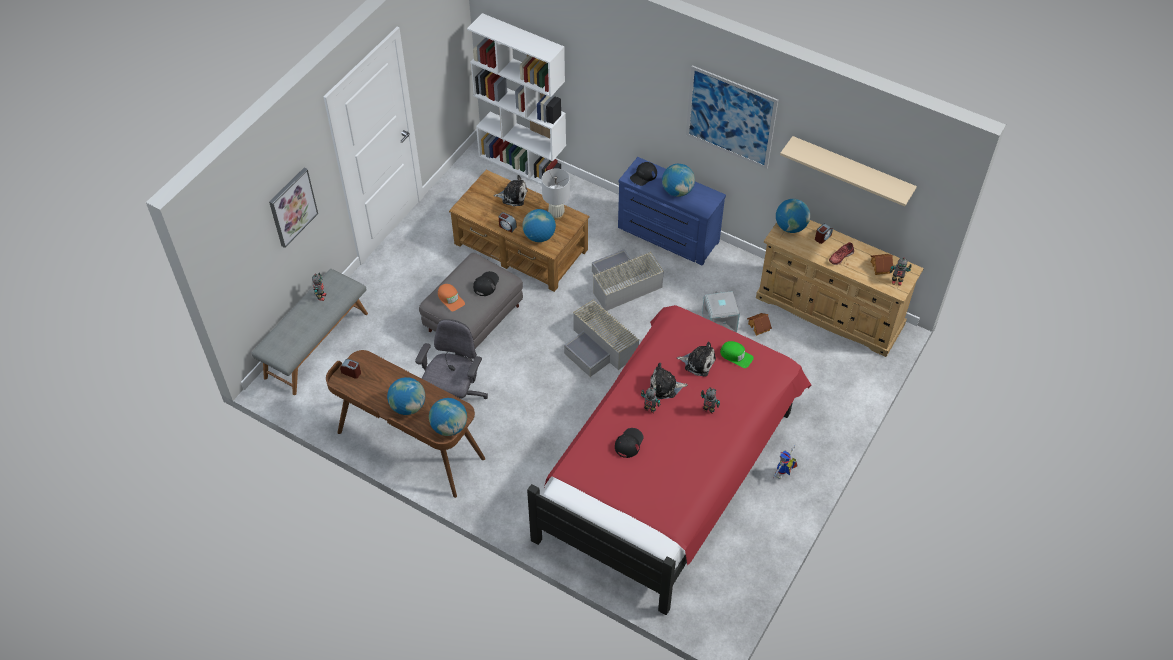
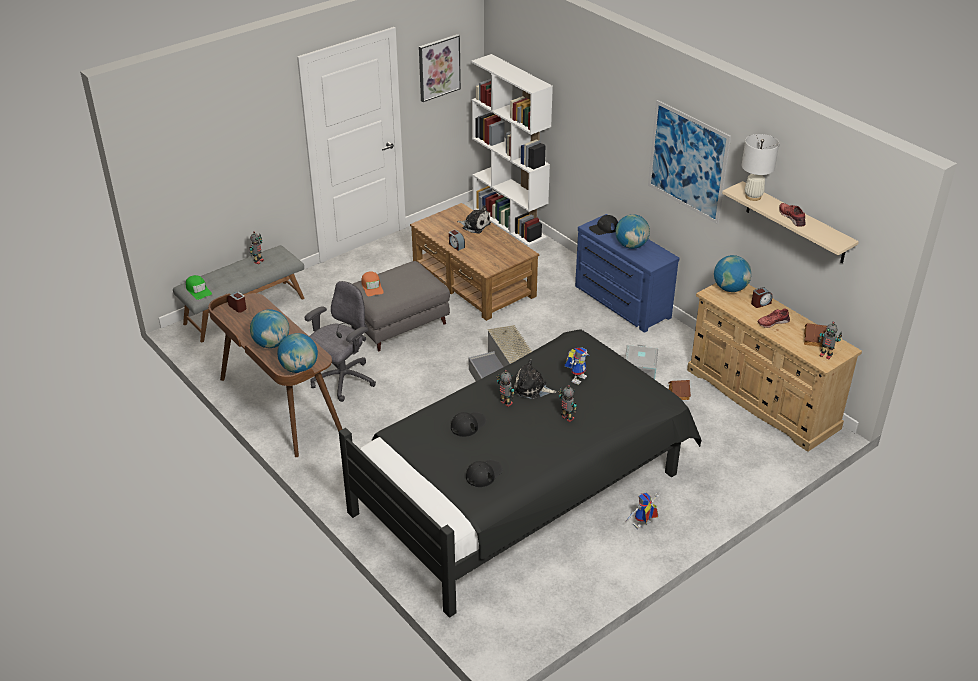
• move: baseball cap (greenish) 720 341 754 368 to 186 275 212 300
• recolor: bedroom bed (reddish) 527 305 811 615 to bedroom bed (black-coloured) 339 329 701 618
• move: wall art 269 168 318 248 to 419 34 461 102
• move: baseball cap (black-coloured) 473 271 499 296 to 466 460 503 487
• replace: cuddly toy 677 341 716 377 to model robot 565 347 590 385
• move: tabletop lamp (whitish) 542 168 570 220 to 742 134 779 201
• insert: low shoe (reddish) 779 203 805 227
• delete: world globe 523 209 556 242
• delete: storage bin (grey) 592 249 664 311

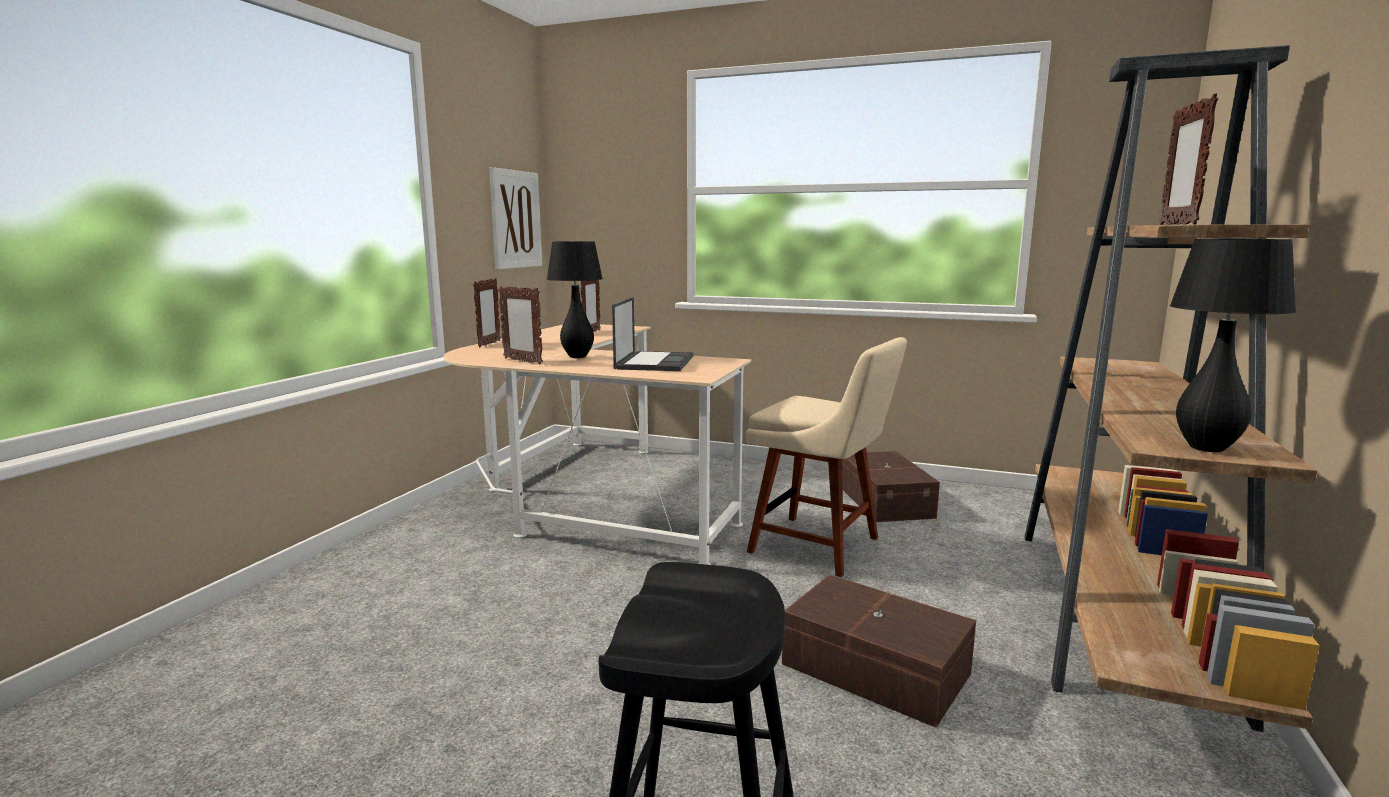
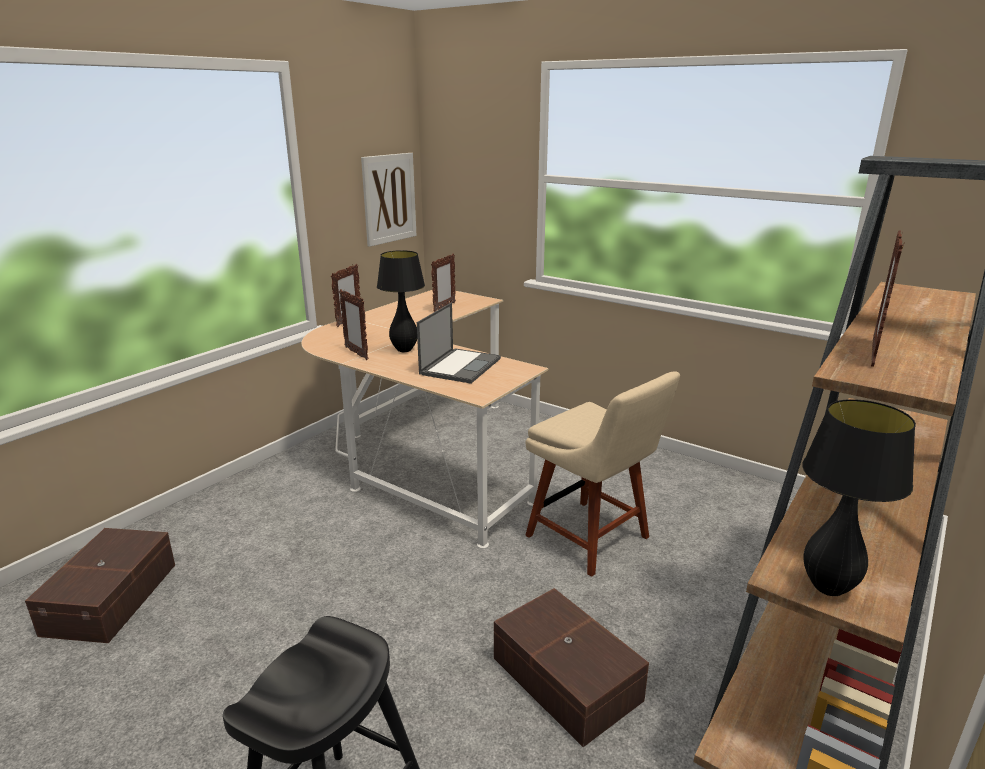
• move: storage bin (brown-coloured) 842 451 940 522 to 25 528 175 643

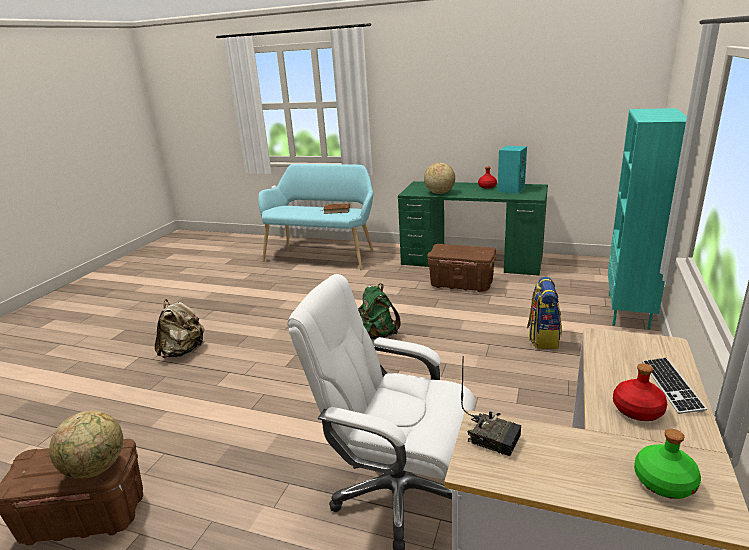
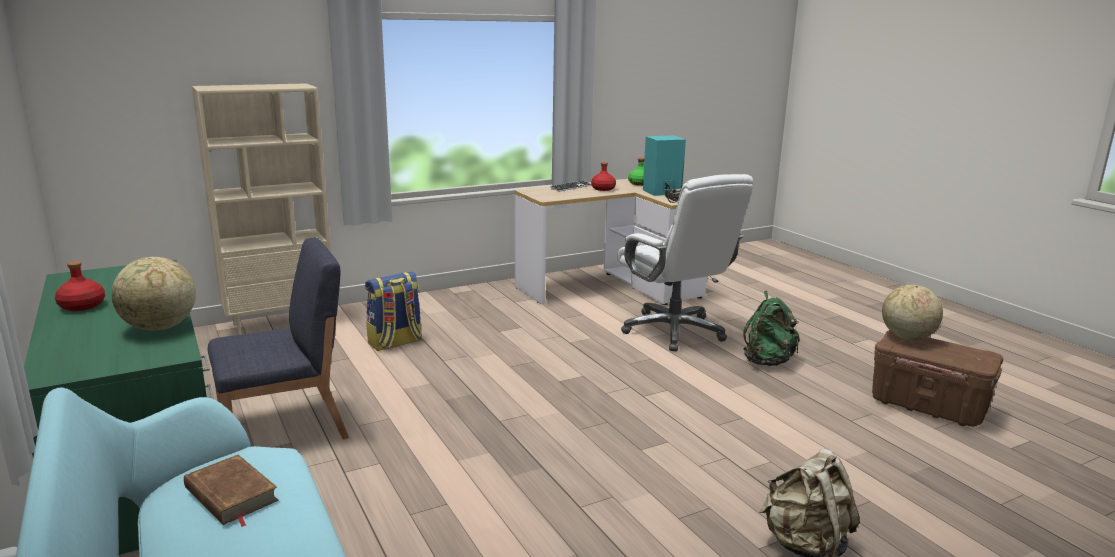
• recolor: shelving unit (turquoise) 608 108 687 330 to shelving unit (sand-coloured) 192 83 331 335
• replace: storage bin (brown-coloured) 427 244 496 292 to chair (blue-coloured) 208 237 349 439
• move: loudspeaker (turquoise) 497 146 527 194 to 643 136 686 196
• move: backpack (greenish) 358 284 401 340 to 743 291 800 366

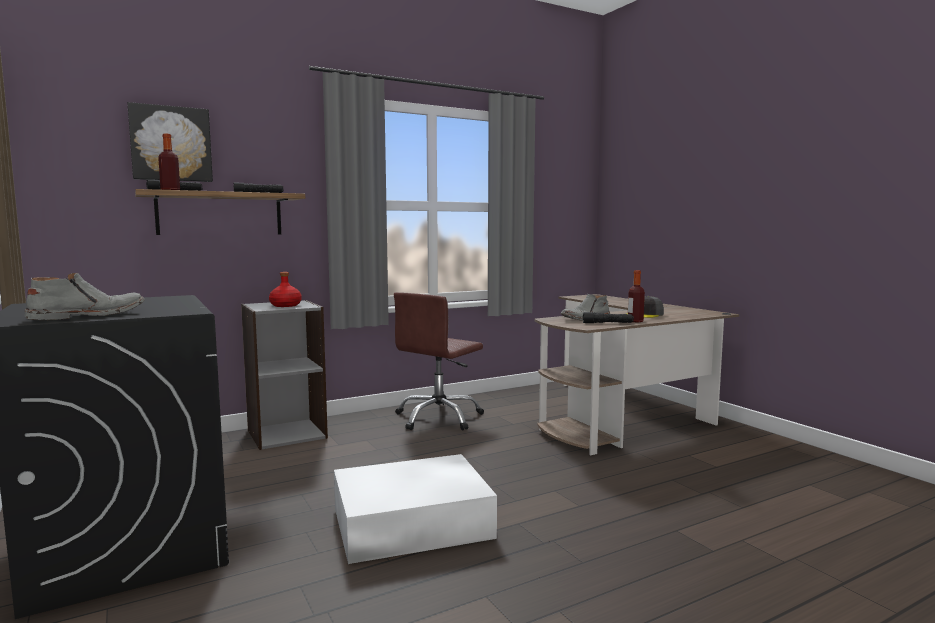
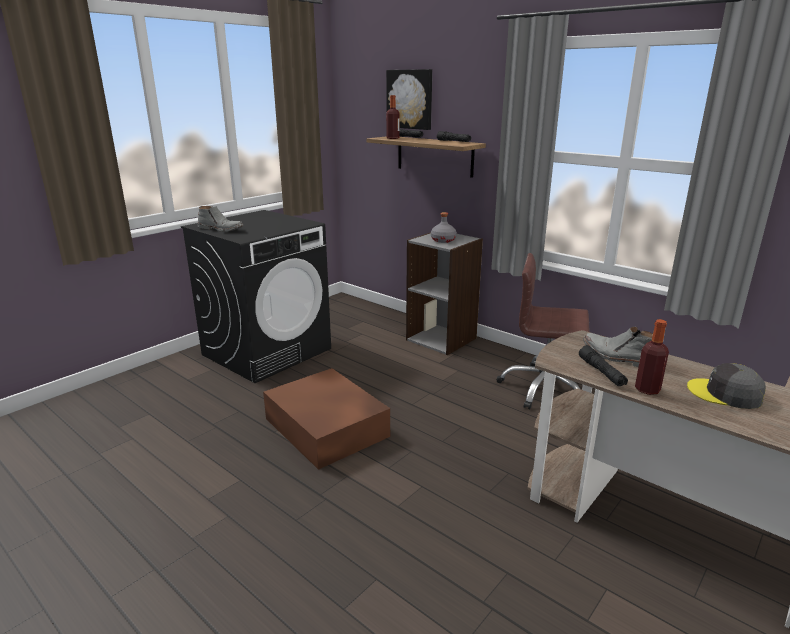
• recolor: storage bin (whitish) 334 454 497 564 to storage bin (brown-coloured) 263 368 390 470
• recolor: bottle (reddish) 269 272 302 307 to bottle (grey) 431 212 457 243

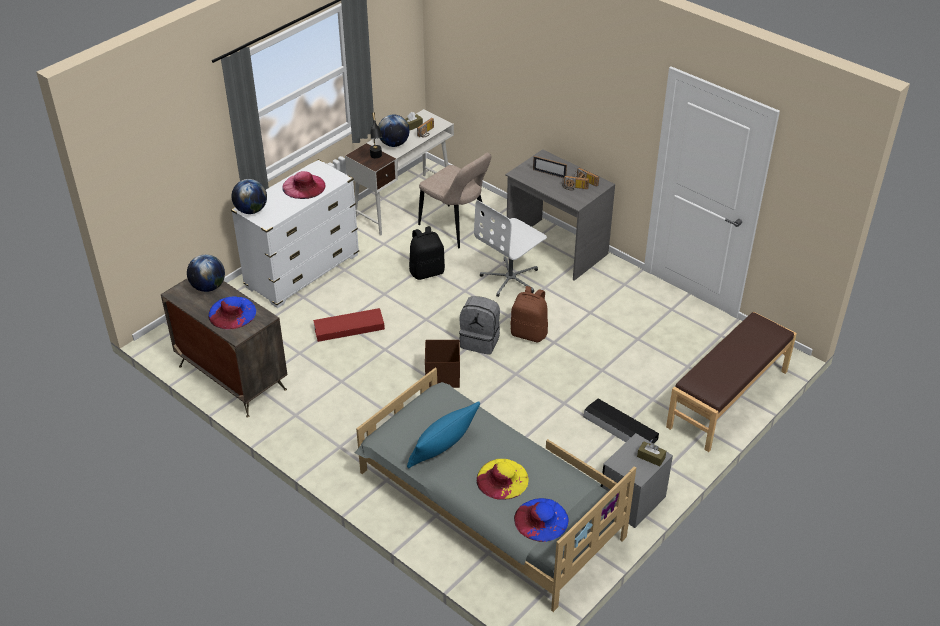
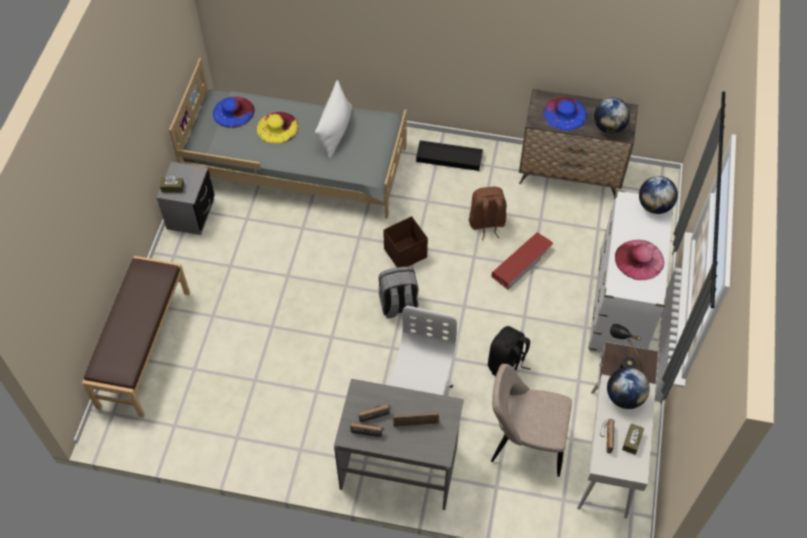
• recolor: throw pillow (blue-coloured) 407 401 480 469 to throw pillow (whitish) 315 80 352 158
• move: storage bin (black-coloured) 584 399 659 444 to 416 140 483 171
• move: backpack (brown-coloured) 510 286 548 342 to 469 187 506 240

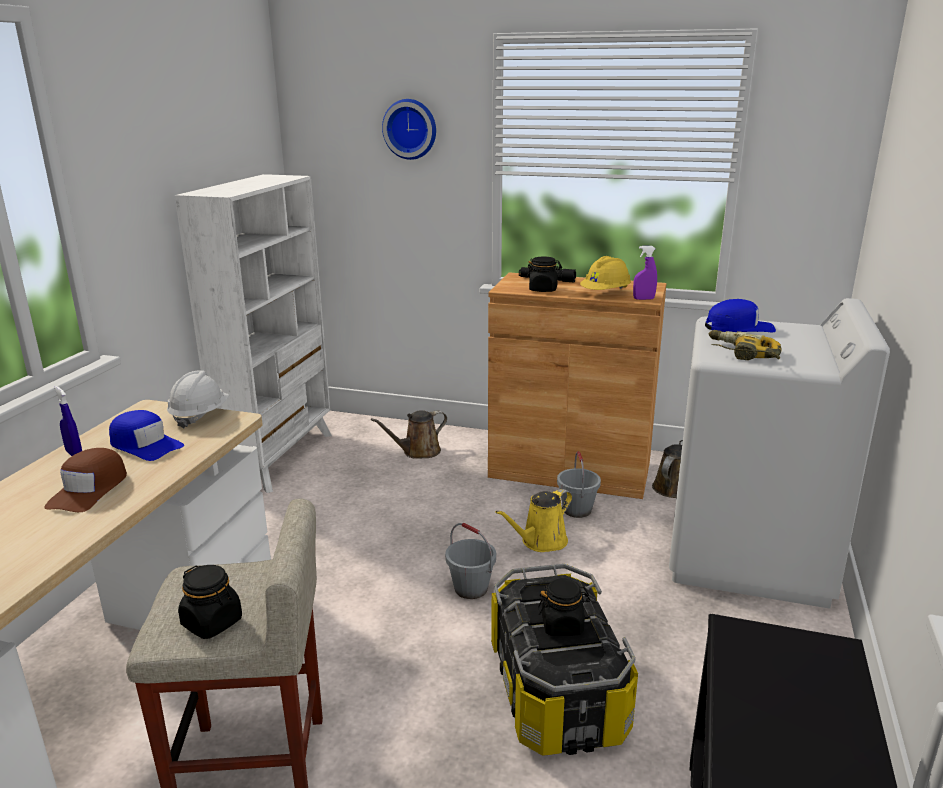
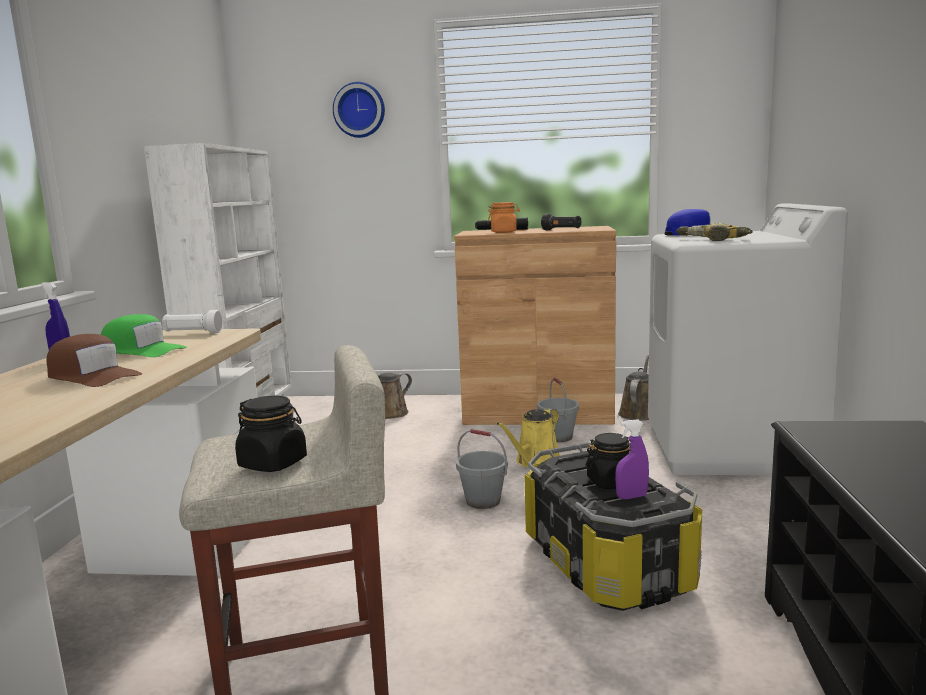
• rotate: baseball cap (brown-coloured) 44 448 127 512 = 46 334 142 387 60 degrees counterclockwise
• recolor: baseball cap (blue-coloured) 109 410 184 461 to baseball cap (greenish) 101 314 187 357
• replace: work helmet (whitish) 167 370 229 429 to hand torch (whitish) 162 310 223 333
• recolor: jar (black-coloured) 526 256 562 292 to jar (orange-coloured) 488 202 520 233
• replace: work helmet (yellow) 580 256 631 290 to hand torch (black-coloured) 541 214 581 230
• move: hand sprayer (purplish) 633 246 657 300 to 615 419 649 499

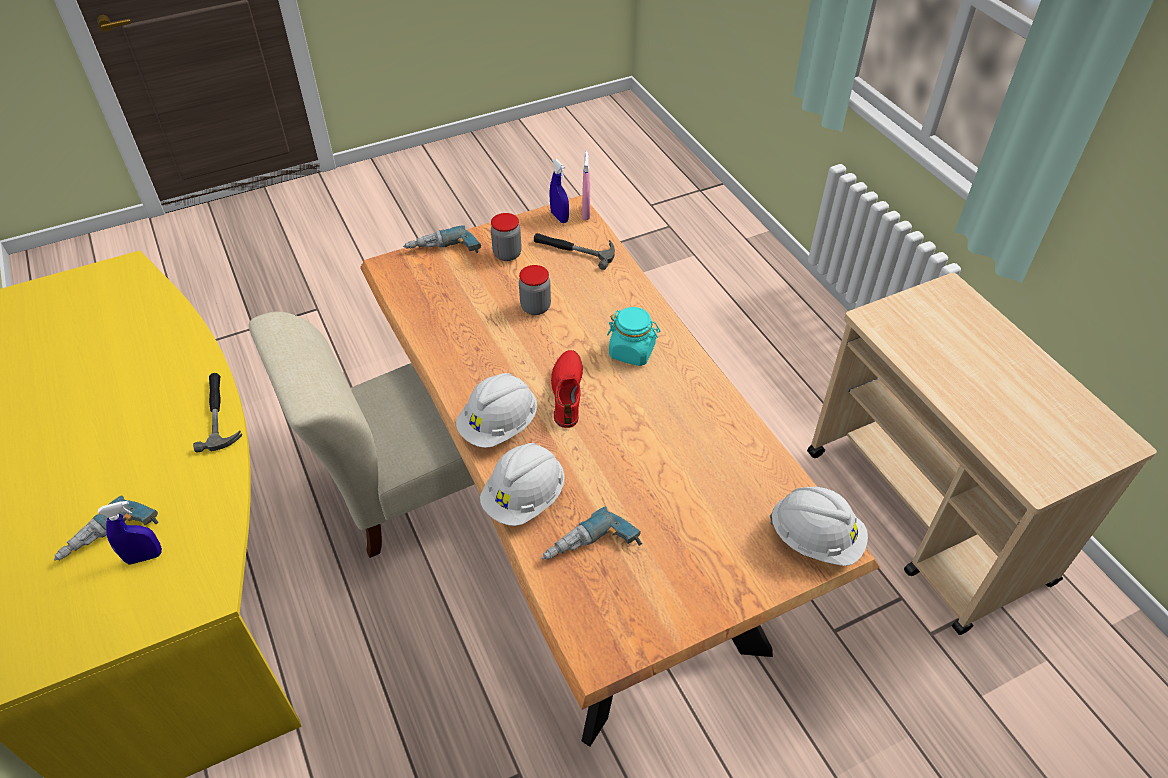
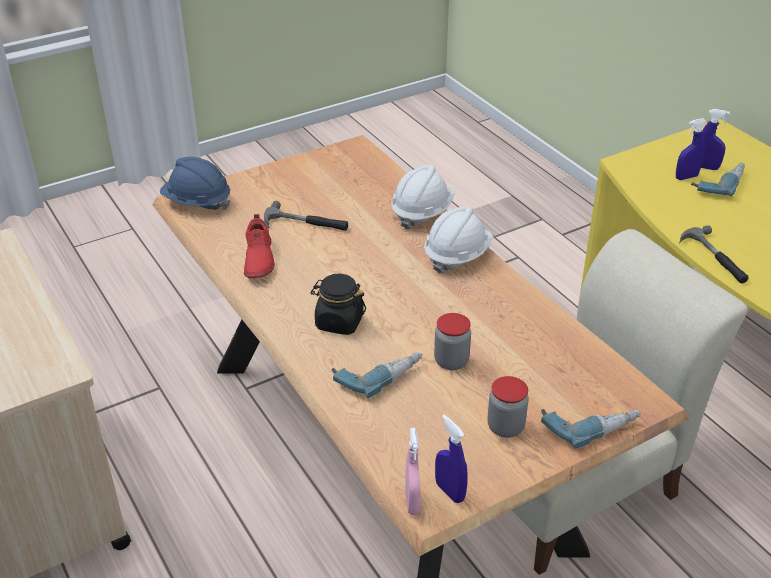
• recolor: work helmet (whitish) 770 487 868 566 to work helmet (blue-coloured) 160 157 230 210
• move: low shoe (reddish) 551 350 583 428 to 244 214 274 278
• move: hand hammer 534 233 615 270 to 264 201 348 231
• recolor: jar (turquoise) 607 307 661 366 to jar (black-coloured) 310 274 366 335
• move: drill 542 506 642 560 to 331 352 423 398
• insert: hand sprayer (blue-coloured) 701 109 730 170

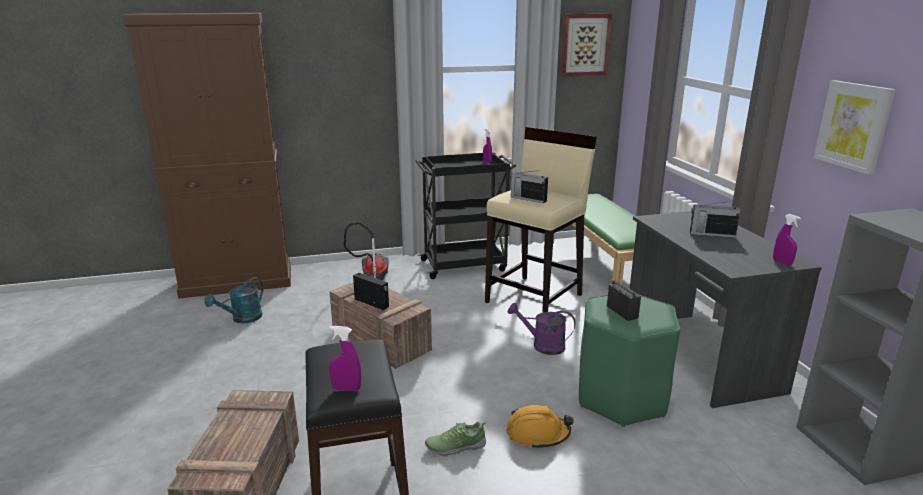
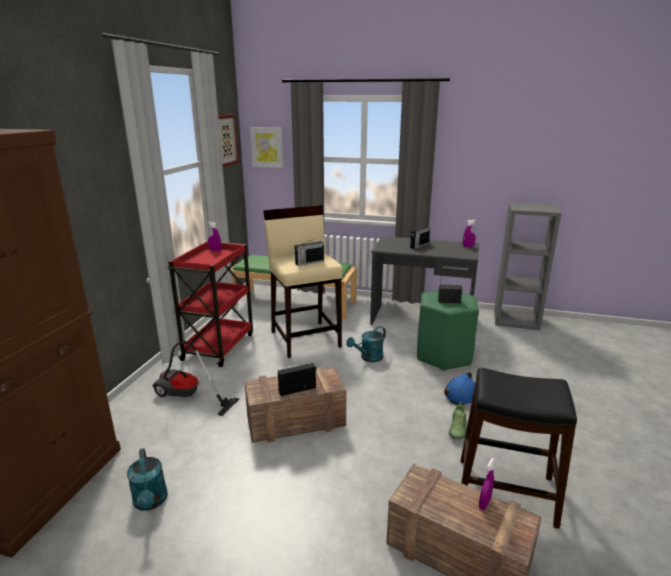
• recolor: cart (black-coloured) 415 152 516 279 to cart (reddish) 167 241 253 367
• move: wall art 814 80 896 175 to 250 127 284 168
• recolor: sprinkling can (purplish) 508 303 575 355 to sprinkling can (turquoise) 346 326 386 362
• recolor: work helmet (orange-coloured) 506 405 574 449 to work helmet (blue-coloured) 444 373 475 405
• move: hand sprayer (purplish) 329 326 361 391 to 479 458 495 510

